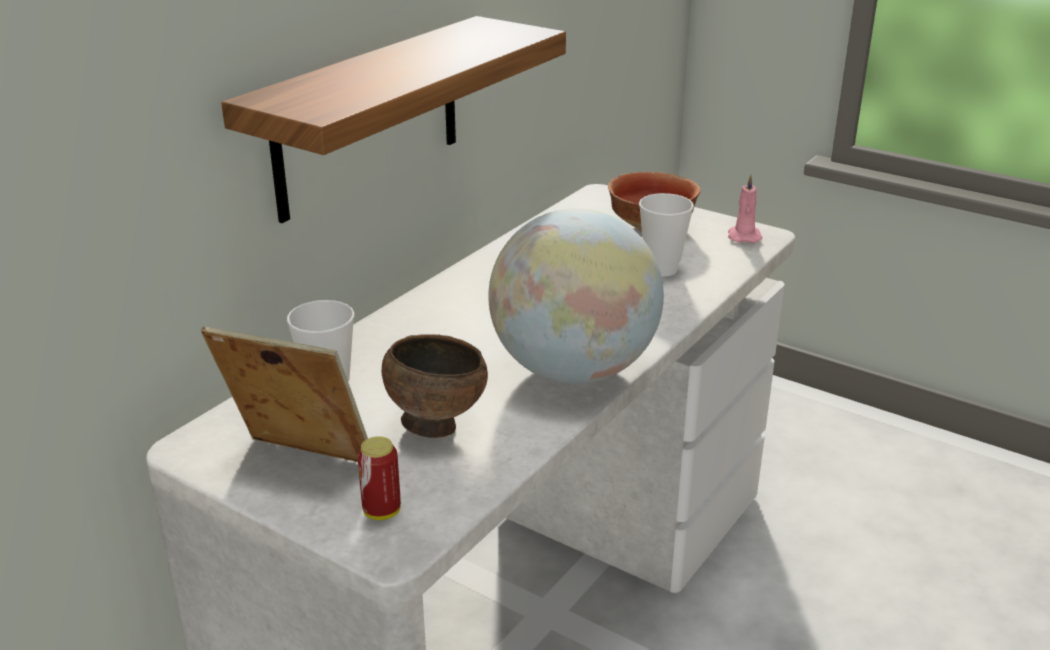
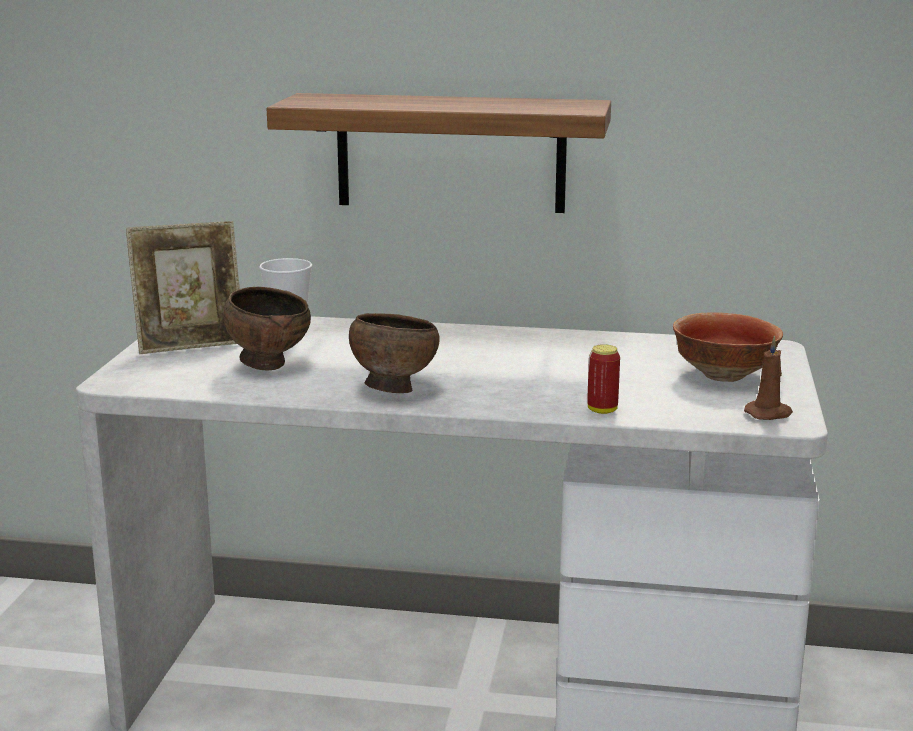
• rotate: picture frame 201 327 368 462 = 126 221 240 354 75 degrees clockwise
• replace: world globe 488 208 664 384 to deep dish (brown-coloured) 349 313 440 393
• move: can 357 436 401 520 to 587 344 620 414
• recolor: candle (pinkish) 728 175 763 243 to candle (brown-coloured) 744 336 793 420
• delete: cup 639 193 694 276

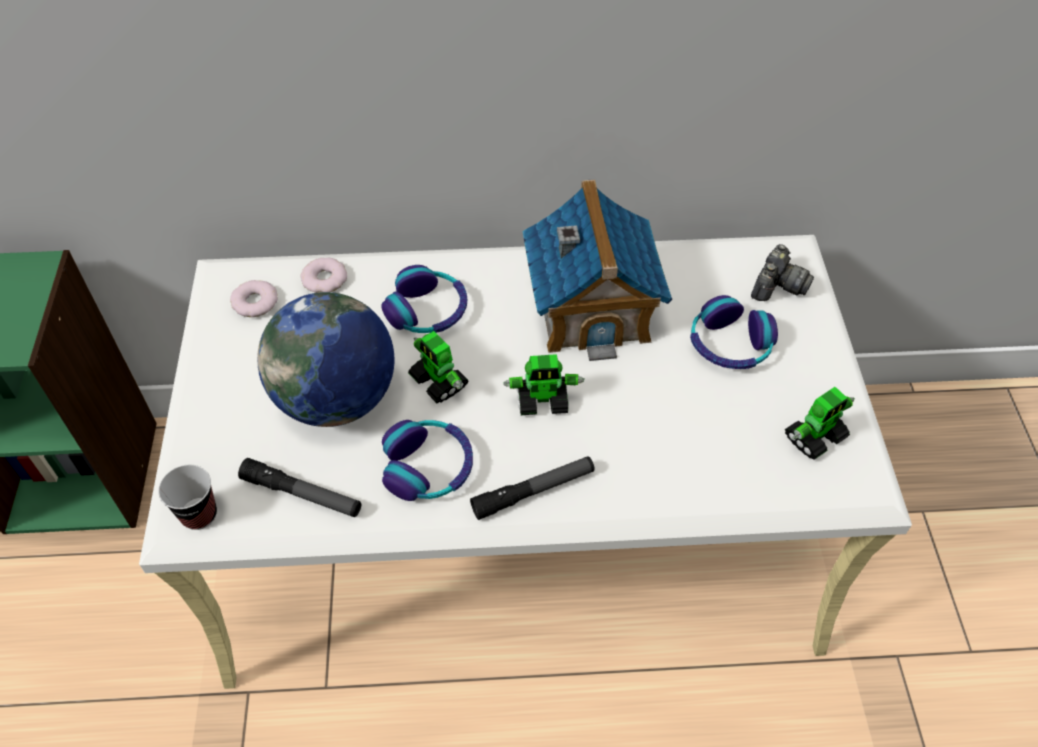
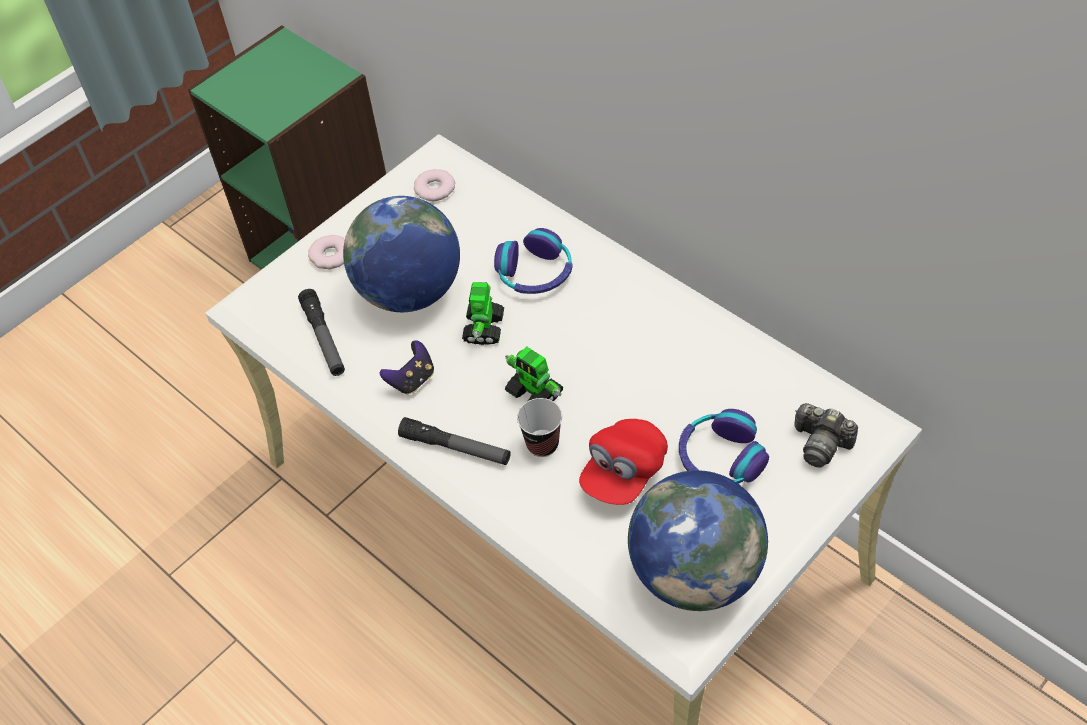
• move: doughnut 300 258 347 293 to 308 235 345 269
• replace: headset 382 420 473 501 to game controller 380 340 434 394
• move: cup 158 465 217 530 to 517 398 562 457
• insert: baseball cap (reddish) 579 419 668 505
• replace: model robot 785 387 855 460 to world globe 628 470 768 611
• rotate: still camera 751 244 814 301 = 794 403 858 467 45 degrees clockwise
• delete: toy house 523 179 672 361

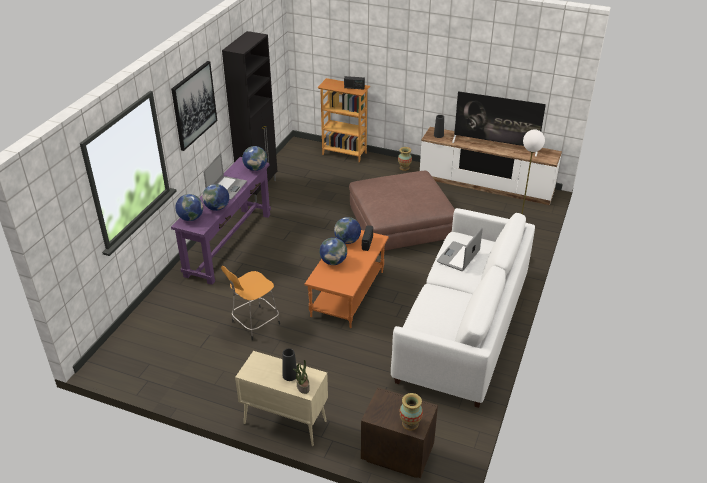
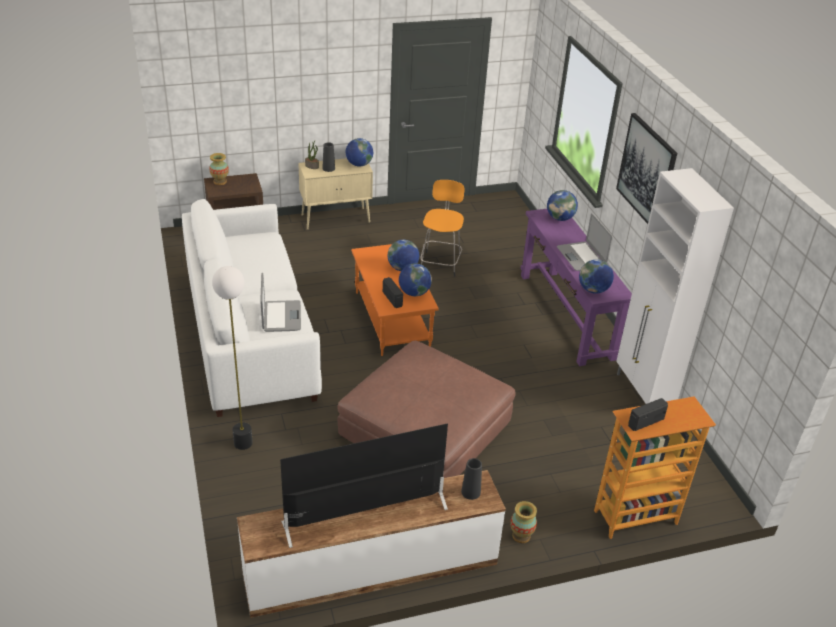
• move: world globe 202 184 229 211 to 346 138 373 166
• recolor: storage cabinet (black-coloured) 222 31 277 203 to storage cabinet (whitish) 616 168 734 404

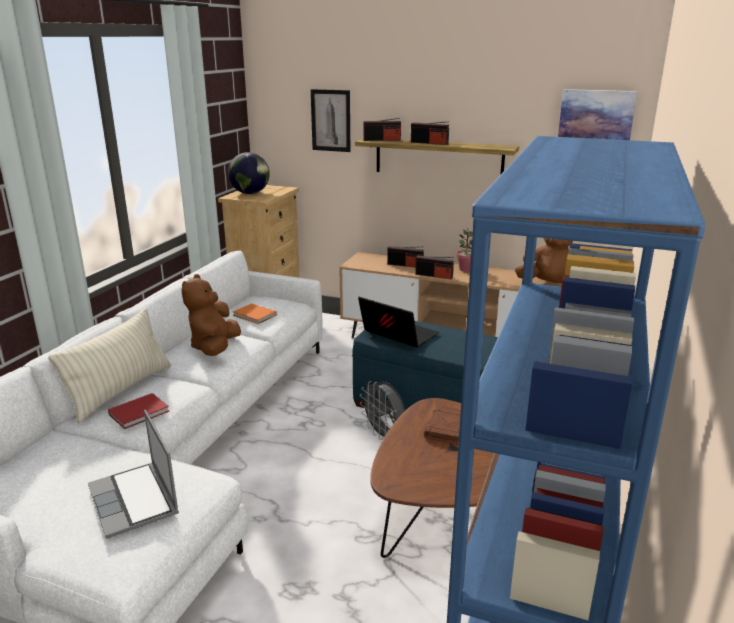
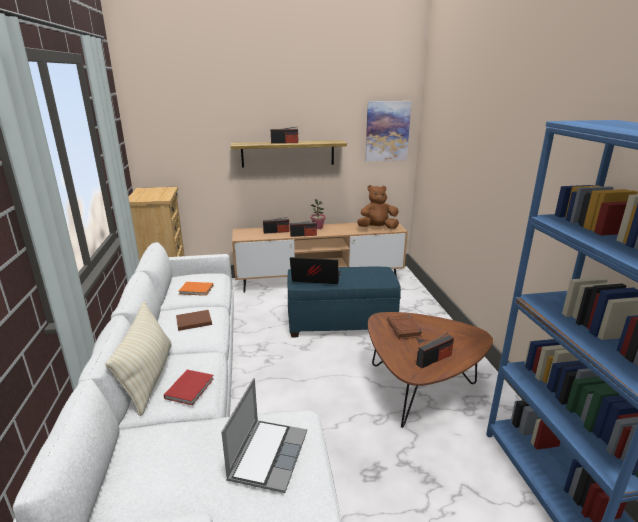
• replace: cuddly toy (brown-coloured) 181 274 241 356 to bound book (brown-coloured) 176 310 212 331
• rotate: portable computer 88 410 179 539 = 221 378 307 493 105 degrees counterclockwise
• move: radio set 364 118 401 141 to 416 332 454 369
• delete: world globe 228 152 270 194
• delete: wall art 311 89 350 152
• delete: cooling fan (grey) 359 381 405 440

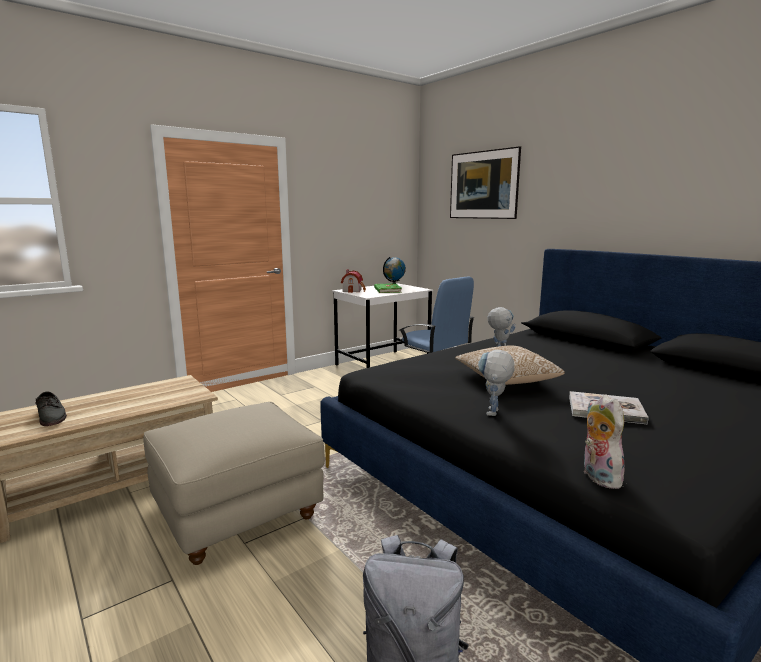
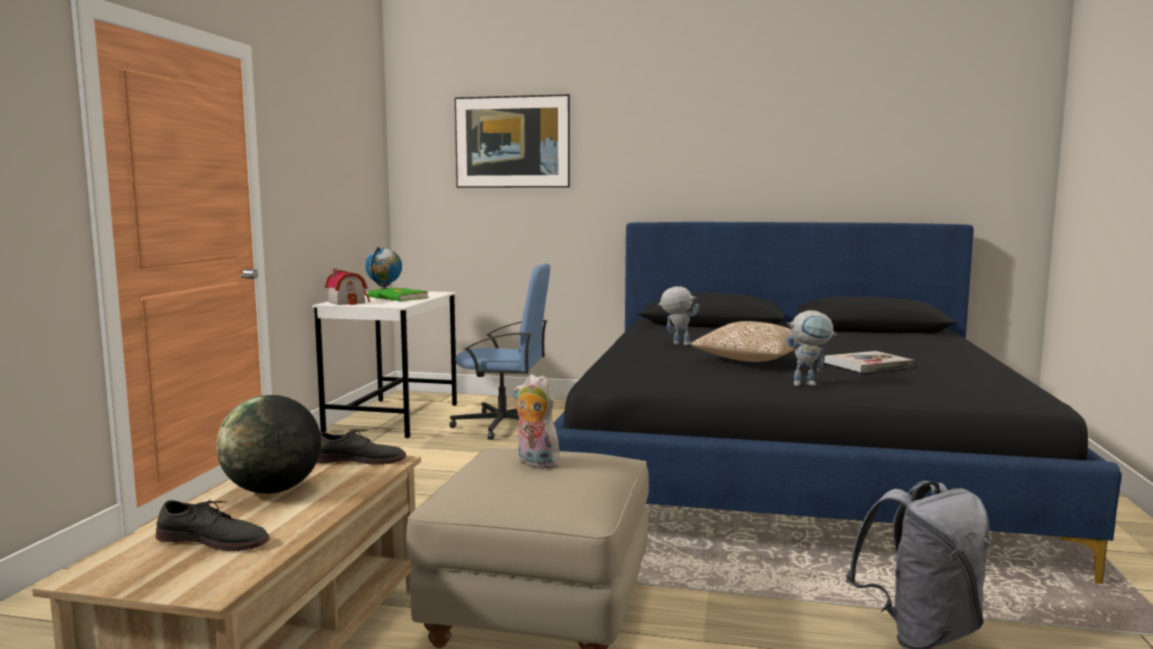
• insert: world globe 216 395 321 494
• insert: low shoe (grey) 317 429 406 465
• move: cuddly toy 584 394 628 489 to 514 374 564 469
• rotate: model robot 478 350 514 416 = 787 310 837 386 75 degrees counterclockwise

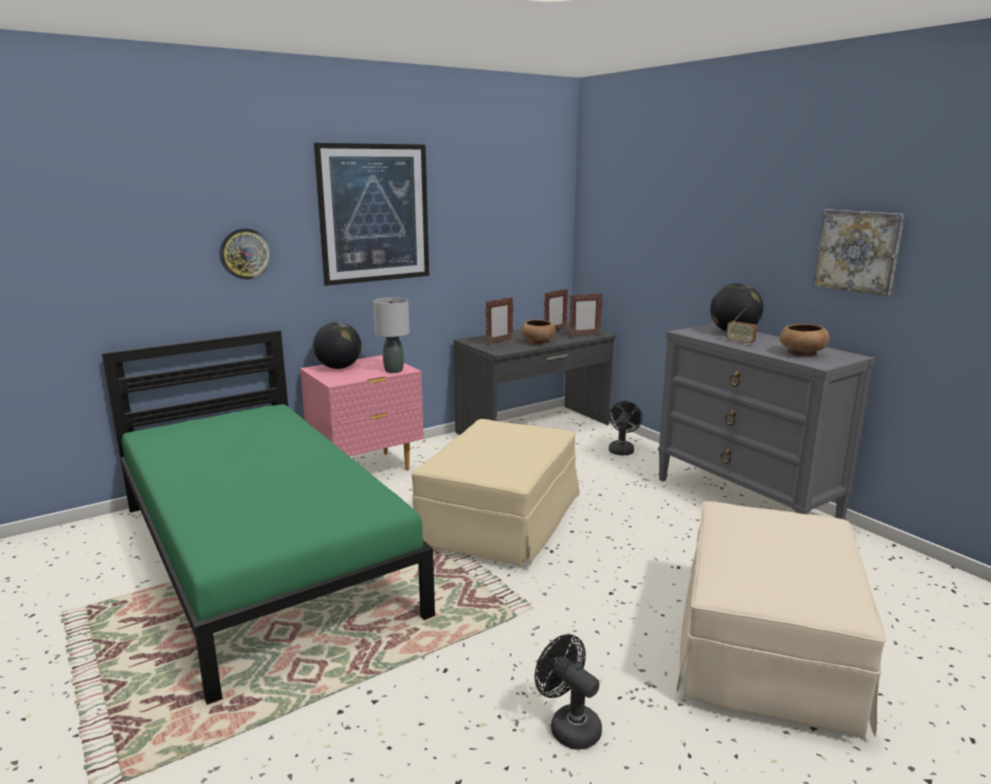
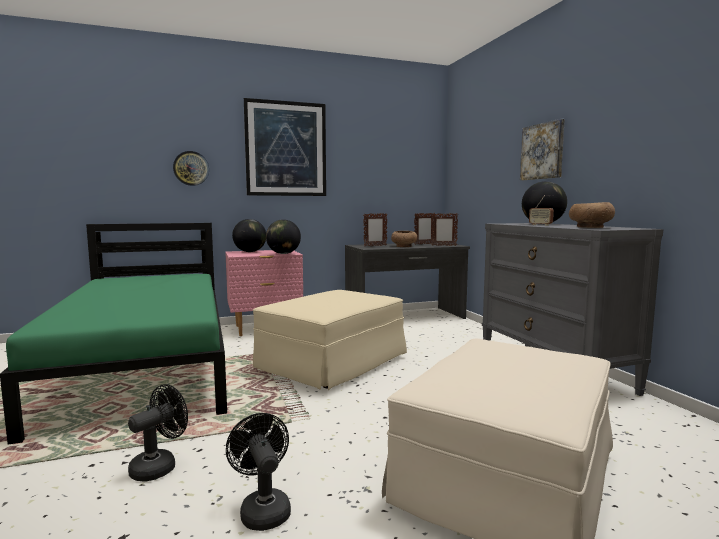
• move: cooling fan (black-coloured) 609 401 642 455 to 128 384 188 482
• replace: tabletop lamp (grey) 373 297 410 373 to world globe 266 219 301 254
• move: wall art 814 209 905 296 to 520 119 565 180

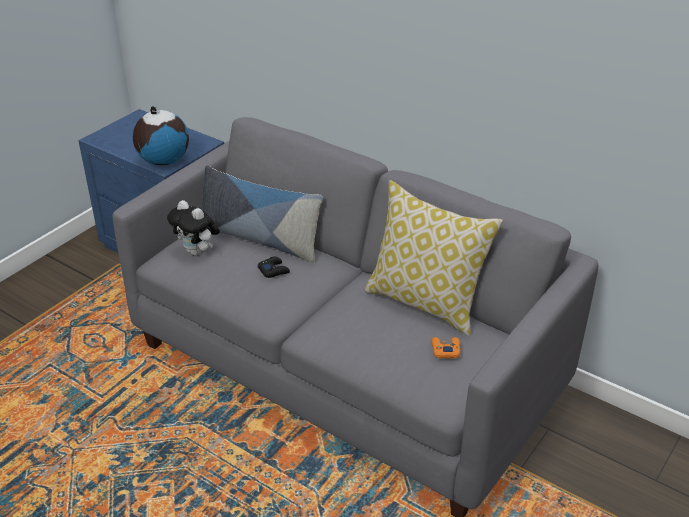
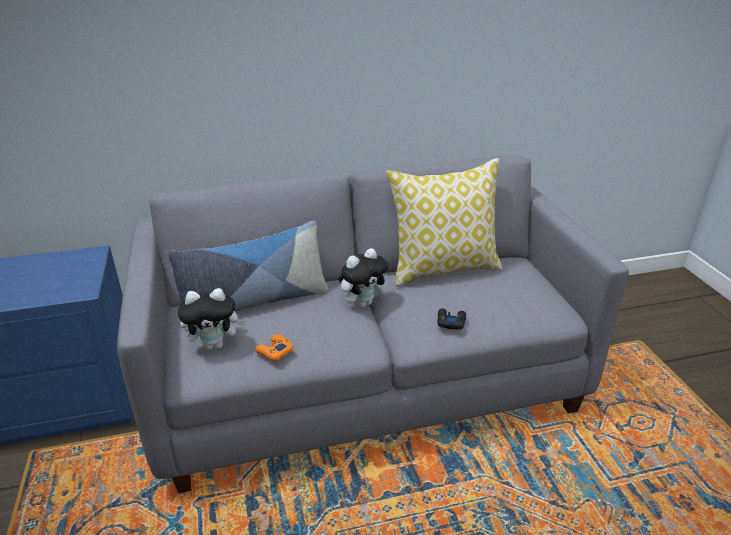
• move: game controller (orange-coloured) 431 337 460 359 to 255 334 293 361
• insert: cuddly toy 338 248 388 308
• move: game controller (black-coloured) 258 257 290 278 to 437 309 466 330
• delete: world globe 133 106 189 165

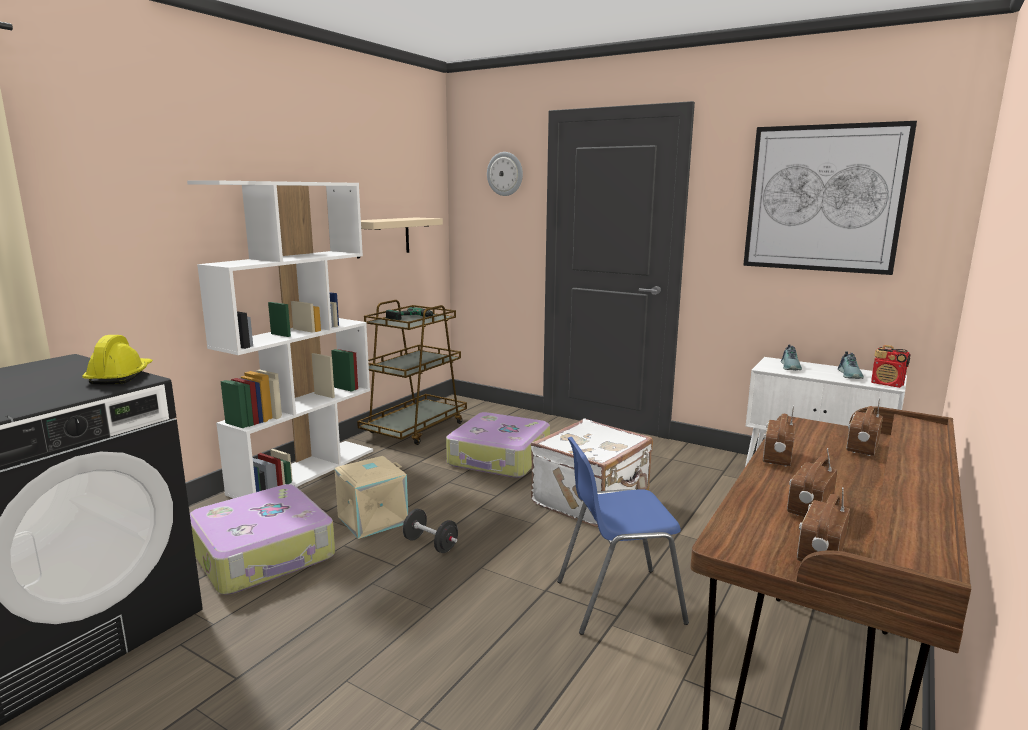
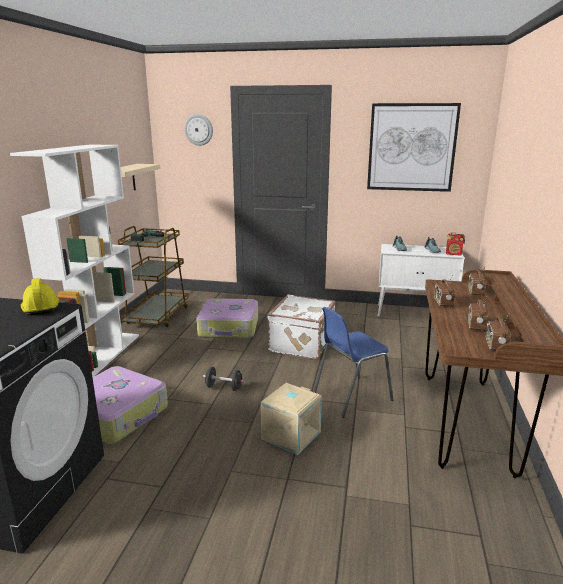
• move: storage bin (sand-coloured) 335 456 408 539 to 261 383 322 455

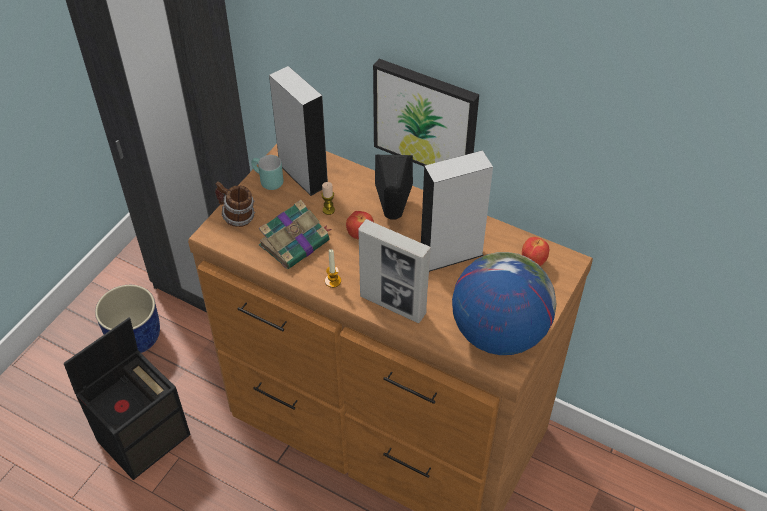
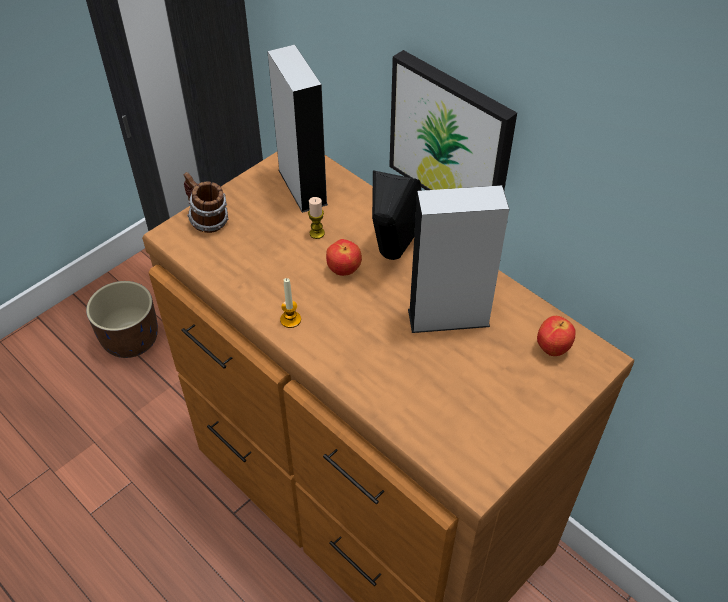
• recolor: plant pot (blue-coloured) 95 285 160 353 to plant pot (brown-coloured) 86 281 158 358
• delete: storage bin (black-coloured) 64 317 190 480
• delete: tea mug (turquoise) 251 155 283 190
• delete: bound book 259 200 331 269
• delete: picture frame 358 219 431 323
• delete: world globe 452 252 556 355

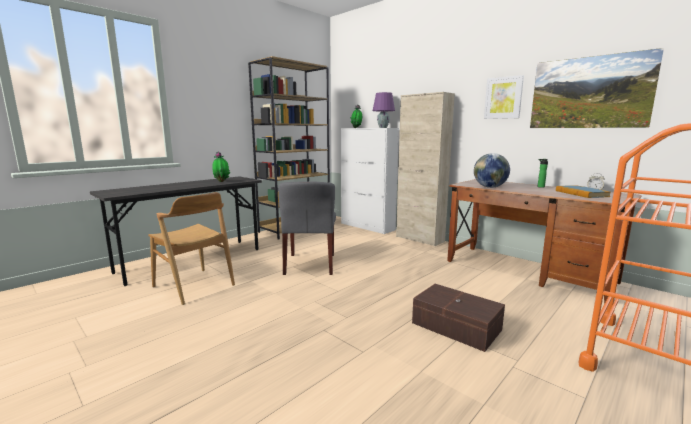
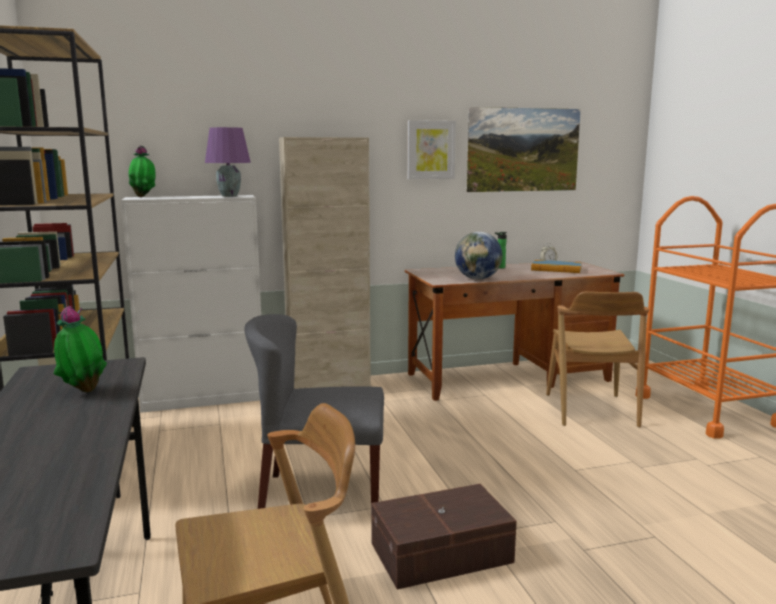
• rotate: chair (grey) 278 181 336 275 = 245 314 384 509 150 degrees clockwise
• move: storage bin (brown-coloured) 412 284 505 352 to 371 484 517 589
• insert: chair (brown-coloured) 546 291 649 427

